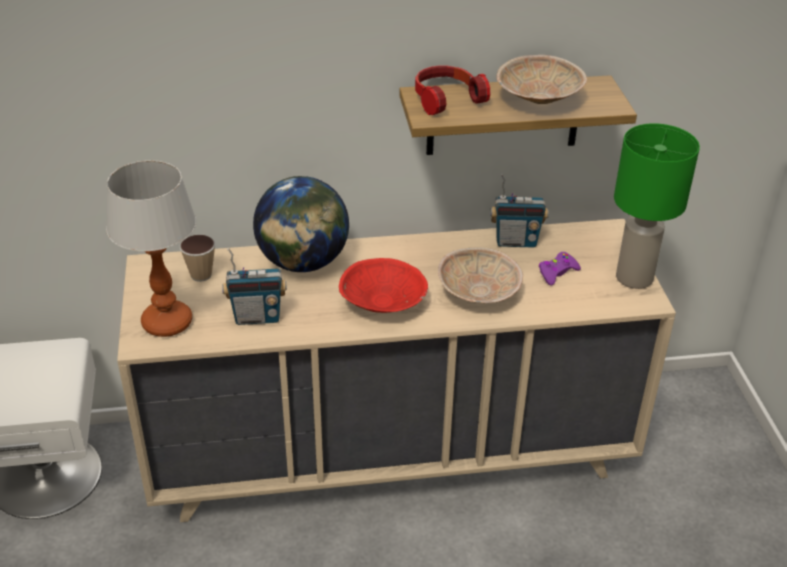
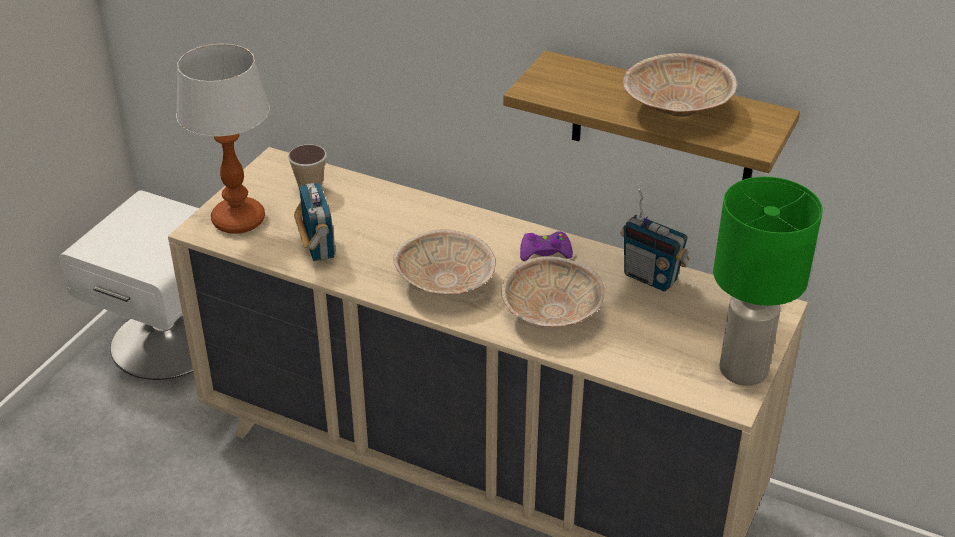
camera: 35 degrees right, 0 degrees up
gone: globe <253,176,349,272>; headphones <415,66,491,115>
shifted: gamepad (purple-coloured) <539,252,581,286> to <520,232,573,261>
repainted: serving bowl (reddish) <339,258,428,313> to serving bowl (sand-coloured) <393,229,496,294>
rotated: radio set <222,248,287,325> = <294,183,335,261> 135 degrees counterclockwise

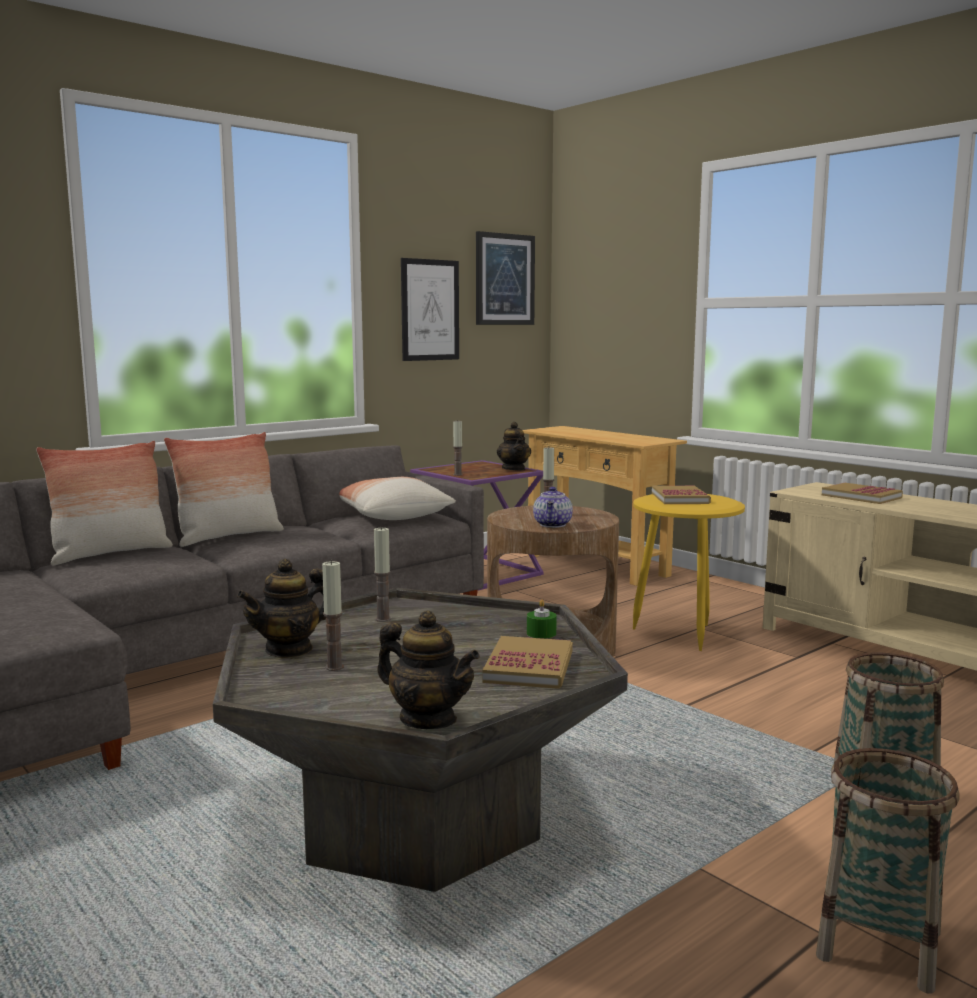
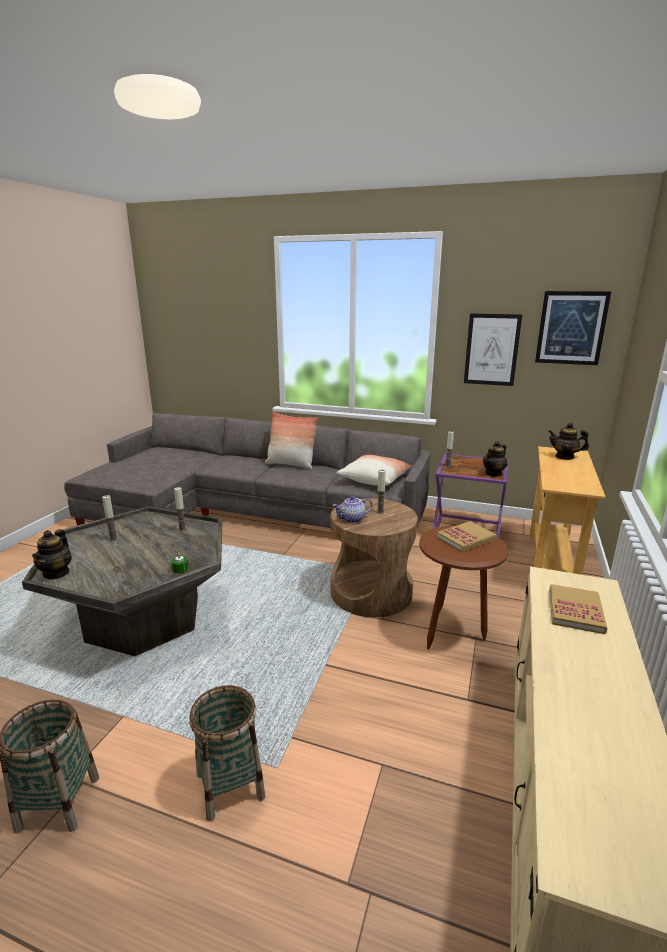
camera: 60 degrees right, 10 degrees up
gone: cushion <36,441,173,565>; bound book <482,636,573,689>
shifted: teapot <237,559,326,658> to <548,423,589,460>
repainted: end table (yellowish) <633,494,745,651> to end table (brown-coloured) <419,526,508,650>

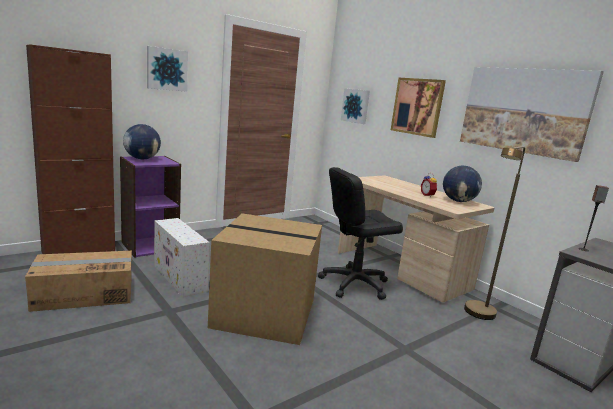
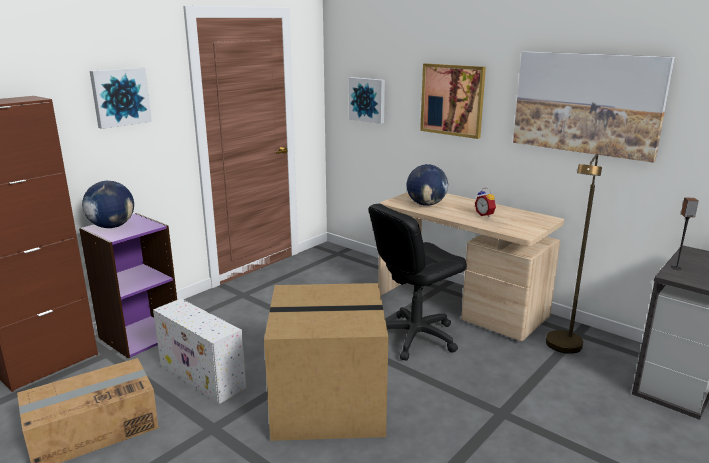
camera: 10 degrees left, 5 degrees up
shifted: globe <443,166,482,202> to <407,164,448,206>

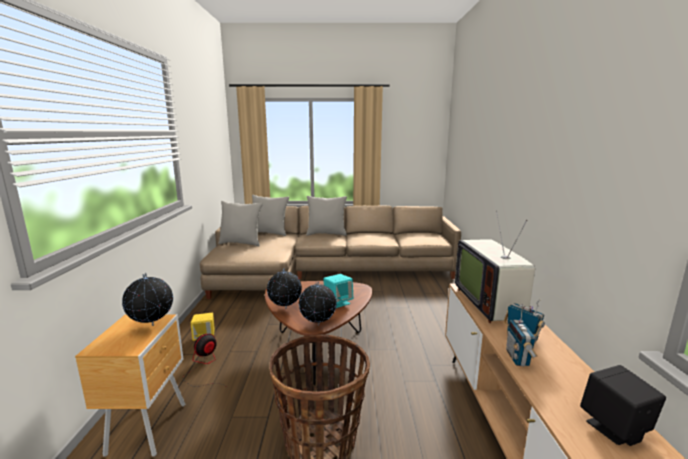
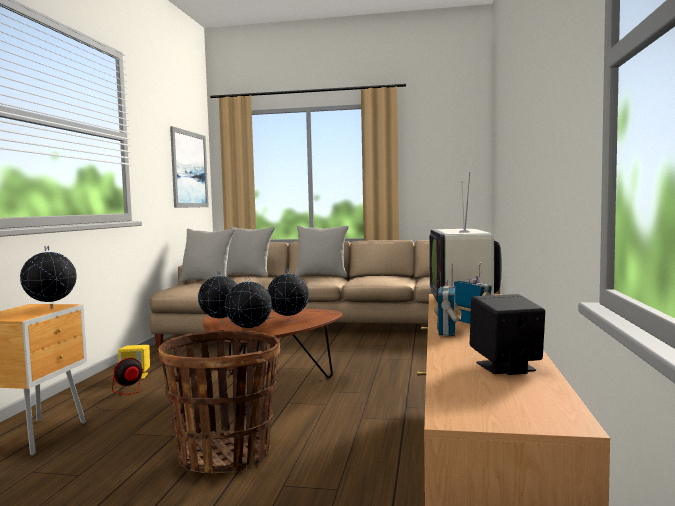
camera: 10 degrees right, 10 degrees down
new: picture <170,126,209,208>
swapped: loudspeaker (turquoise) <323,274,353,308> to globe <267,269,309,322>

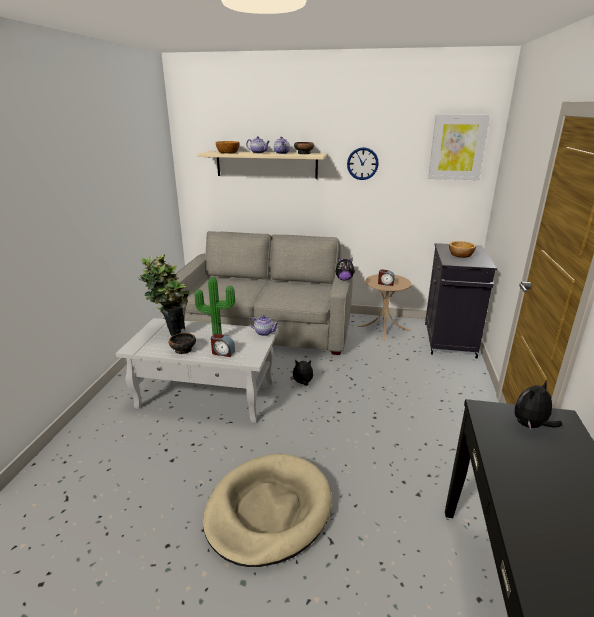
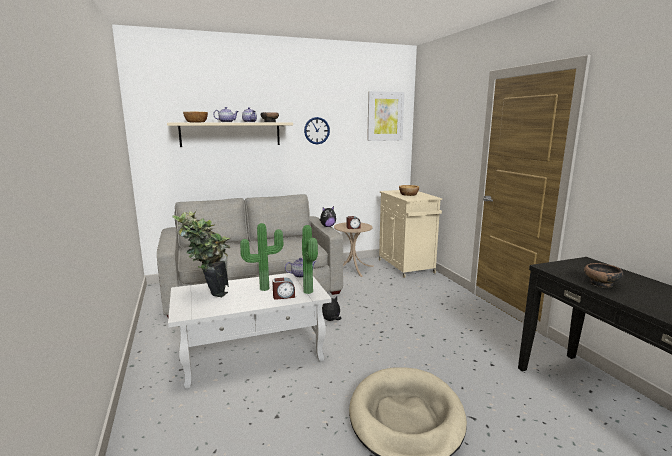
camera: 30 degrees left, 10 degrees down
gone: soft toy <515,381,562,429>
new: houseplant <302,225,318,294>
shifted: serving bowl <169,333,196,354> to <584,263,624,288>
repainted: cupboard (black) <425,243,497,359> to cupboard (sand-coloured) <379,190,442,278>

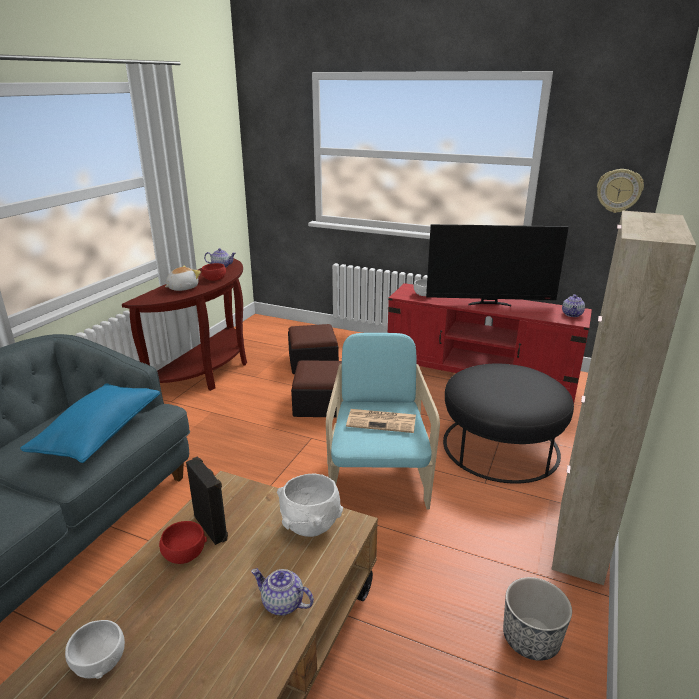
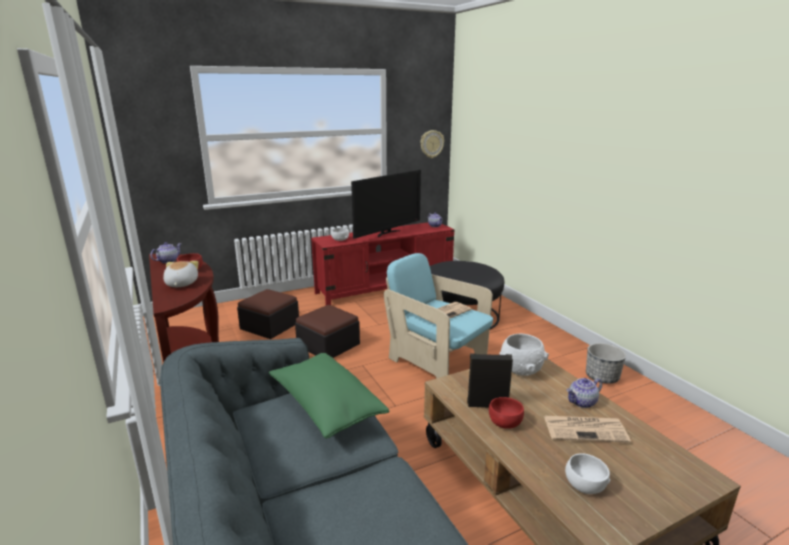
camera: 50 degrees left, 5 degrees down
gone: cupboard (sand-coloured) <552,210,696,585>
new: daily paper <544,416,631,443>
repainted: cushion (blue-coloured) <20,384,160,463> to cushion (greenish) <269,353,389,438>

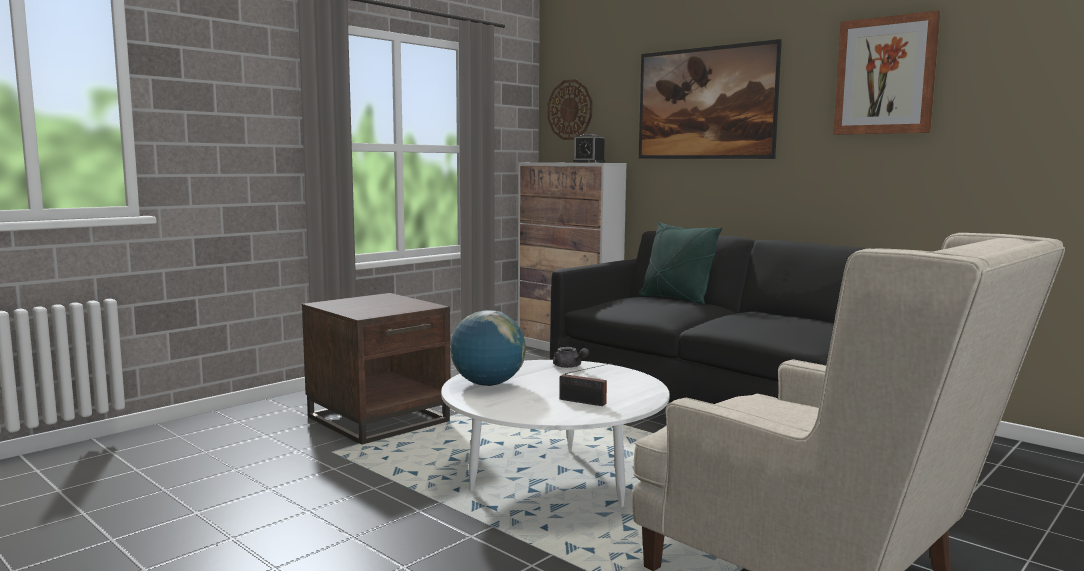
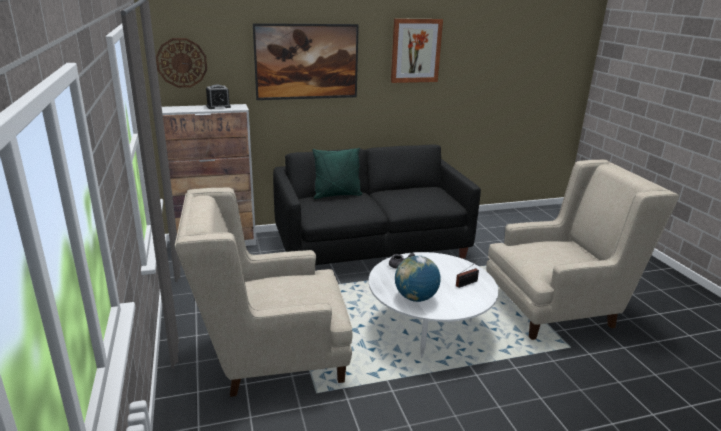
camera: 60 degrees left, 15 degrees up
swapped: end table (brown-coloured) <302,293,451,445> to easy chair (sand-coloured) <175,188,353,397>

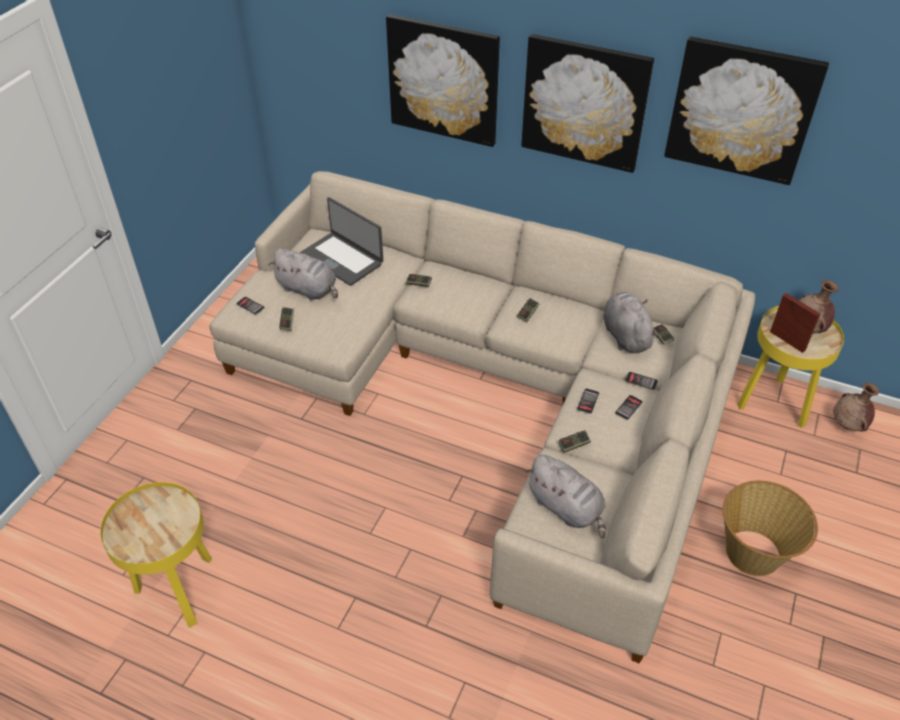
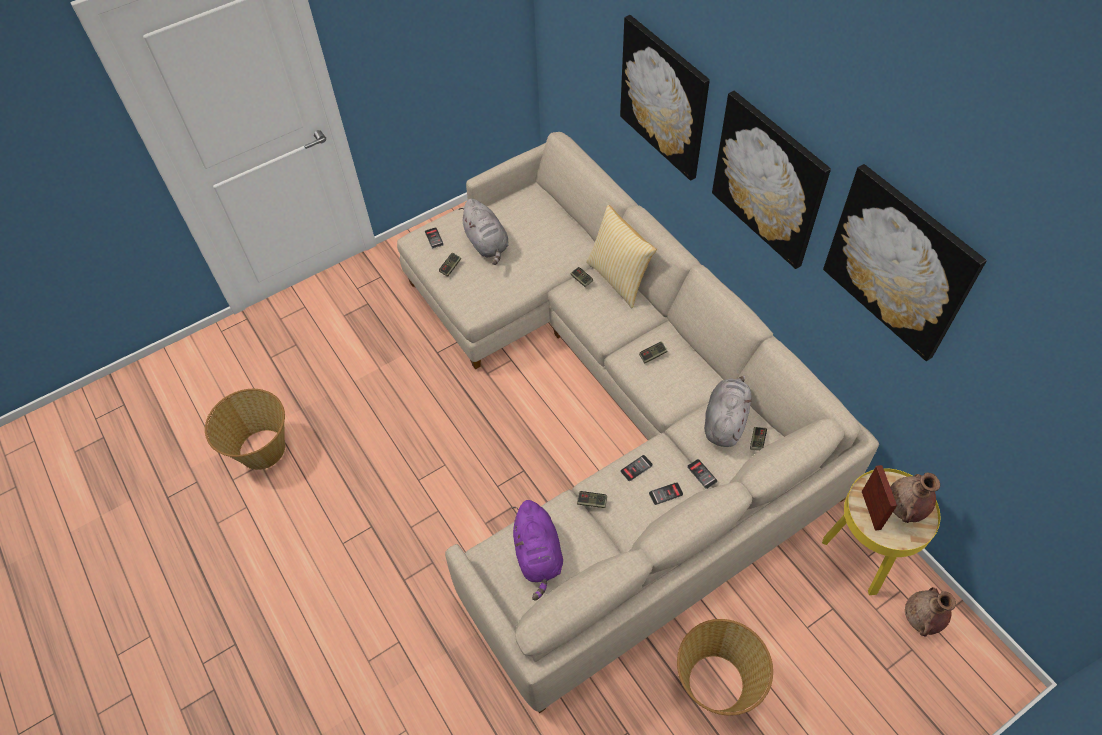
camera: 35 degrees right, 10 degrees up
gone: laptop <300,197,383,286>
new: cushion <586,205,657,308>
swapped: end table (yellowish) <100,482,212,628> to household basket <205,389,285,470>
repainted: soft toy (gray) <525,455,606,538> to soft toy (purple-coloured) <512,500,563,601>

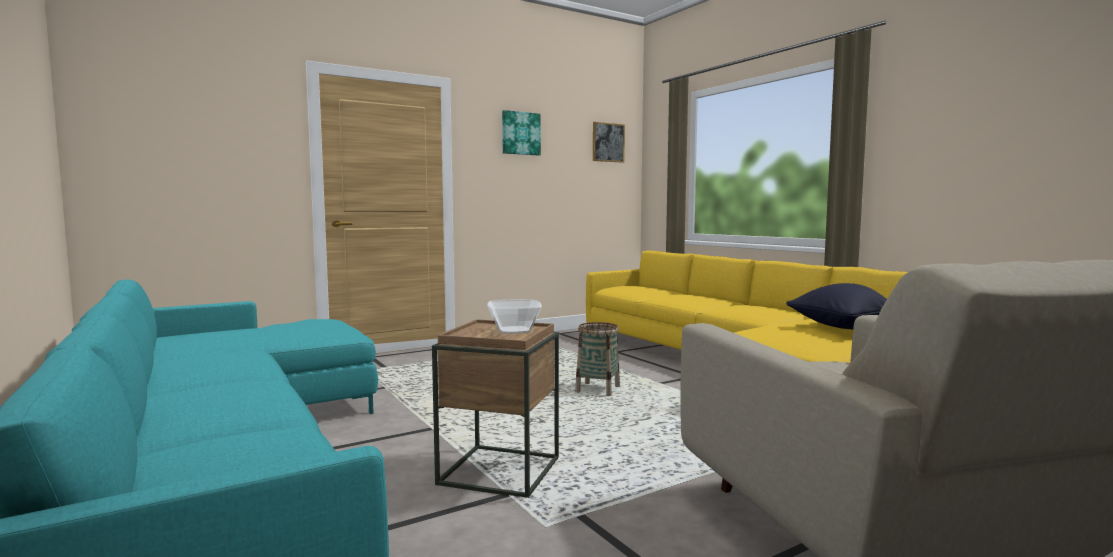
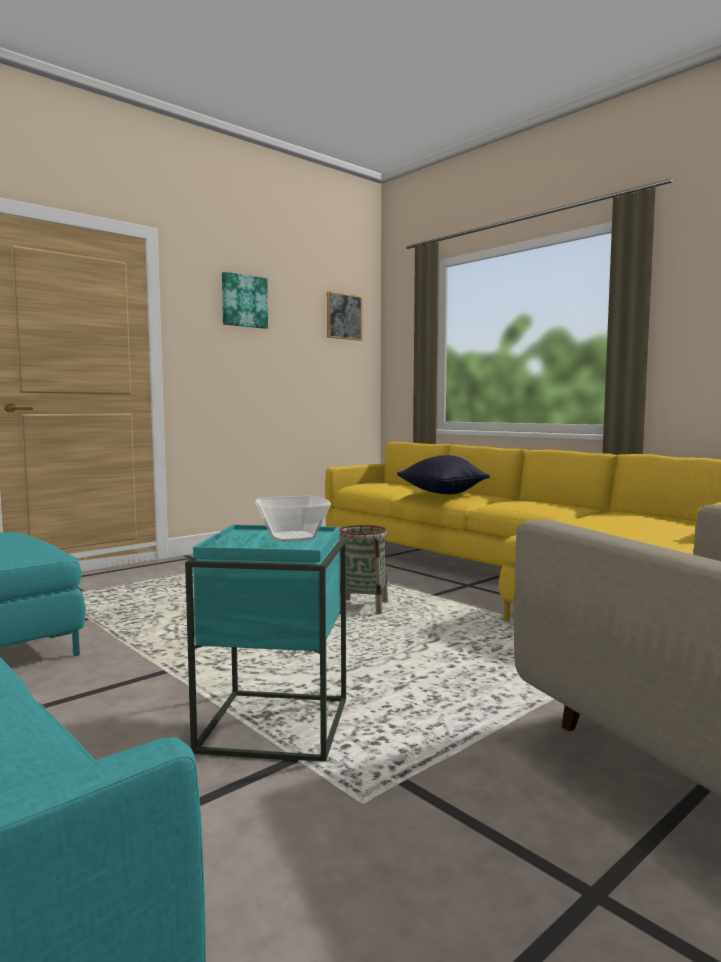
camera: 10 degrees left, 0 degrees up
shifted: cushion (black) <786,283,887,329> to <397,455,490,494>
repainted: end table (brown-coloured) <432,319,559,498> to end table (turquoise) <185,524,346,762>

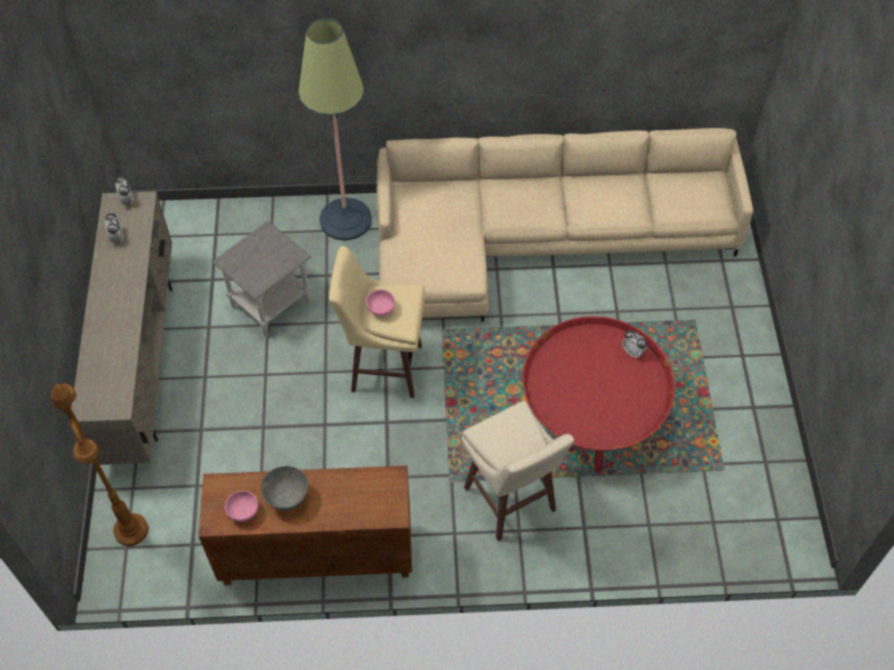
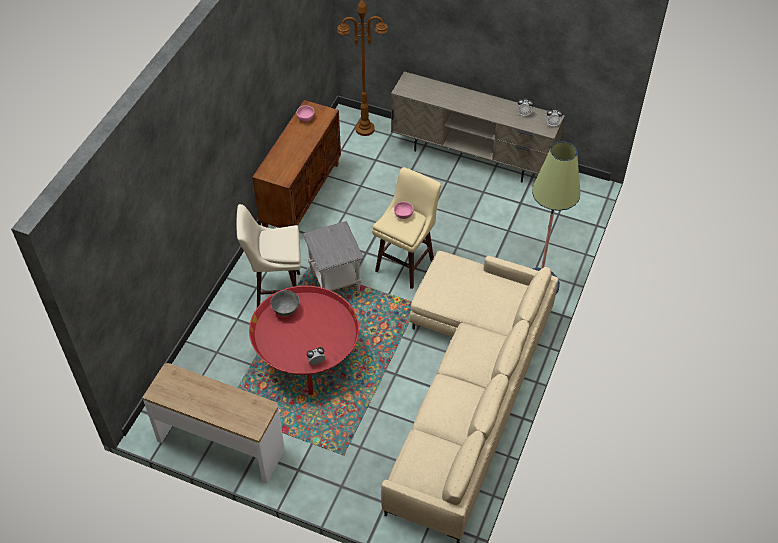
camera: 115 degrees right, 5 degrees down
new: hall table <142,363,285,483>
shifted: end table (gray) <212,221,311,337> to <302,221,364,291>; serving bowl (gray) <261,466,308,511> to <271,290,299,317>

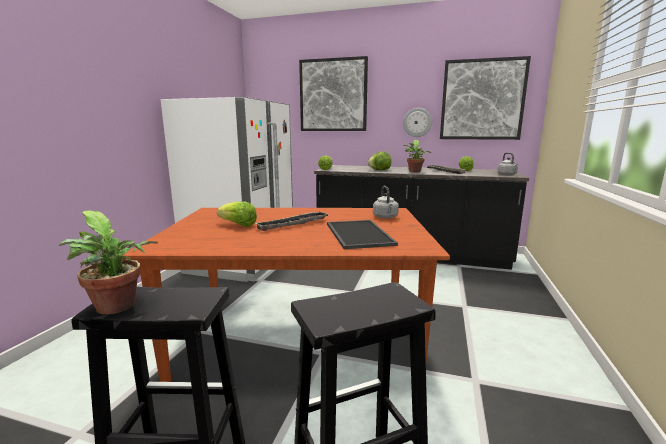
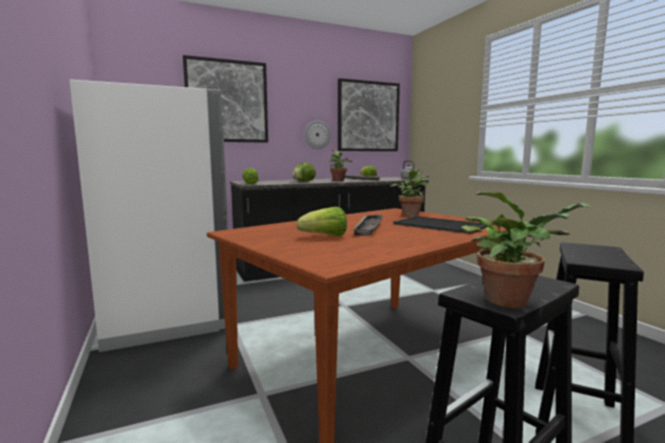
camera: 40 degrees left, 5 degrees down
swapped: tea kettle (gray) <373,186,399,219> to houseplant <390,170,429,216>

